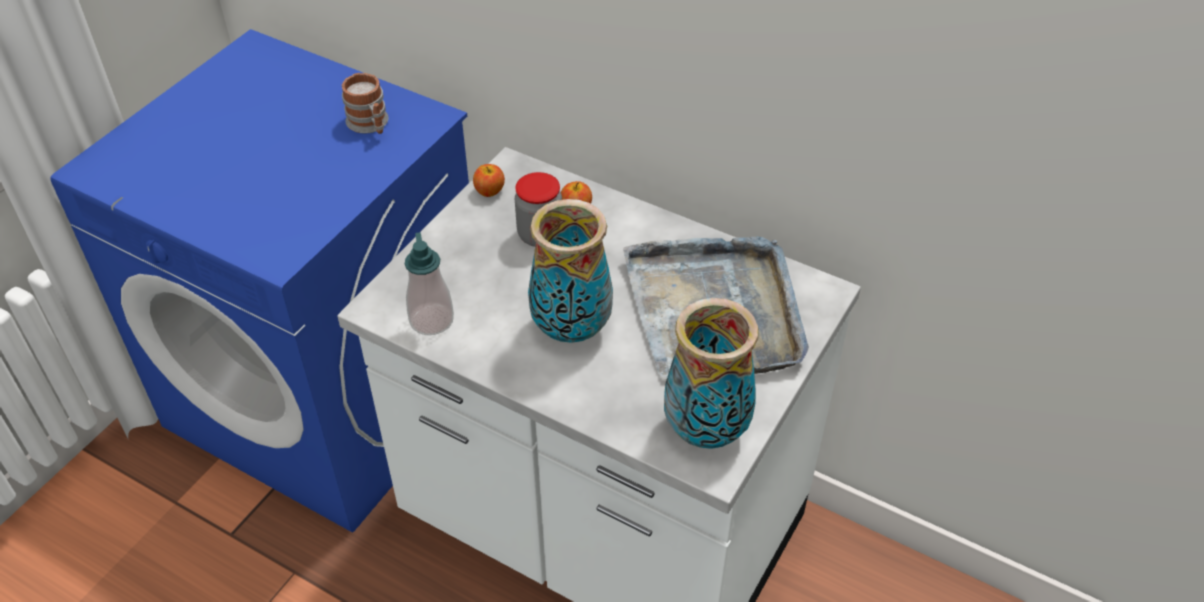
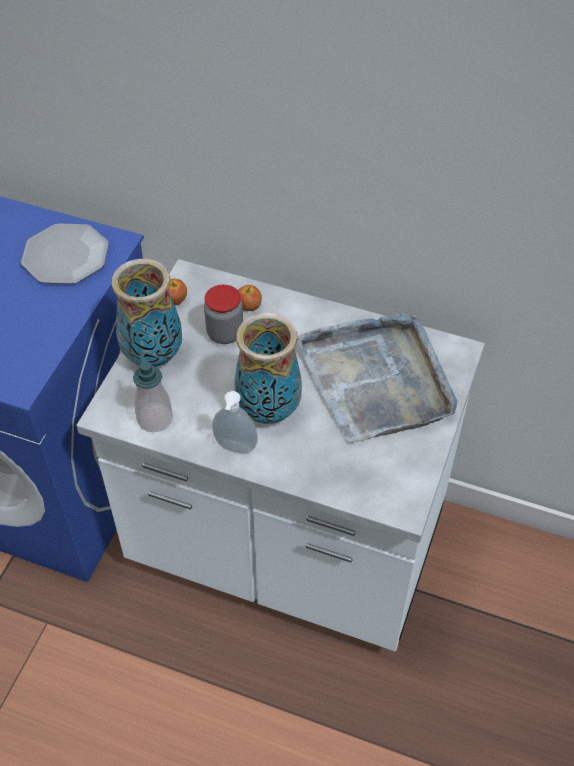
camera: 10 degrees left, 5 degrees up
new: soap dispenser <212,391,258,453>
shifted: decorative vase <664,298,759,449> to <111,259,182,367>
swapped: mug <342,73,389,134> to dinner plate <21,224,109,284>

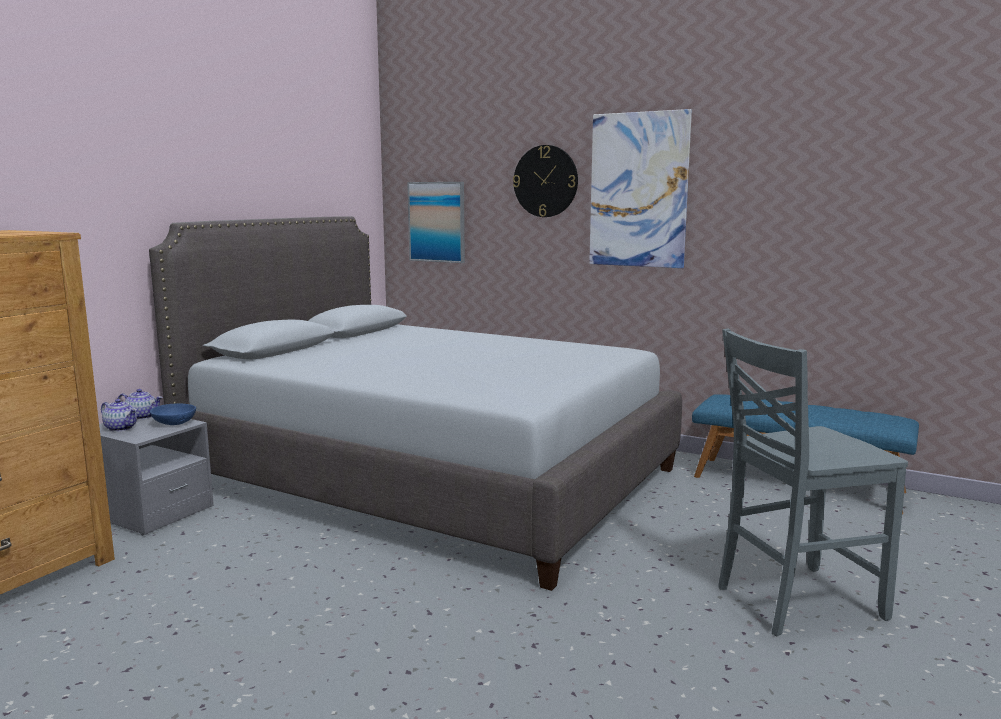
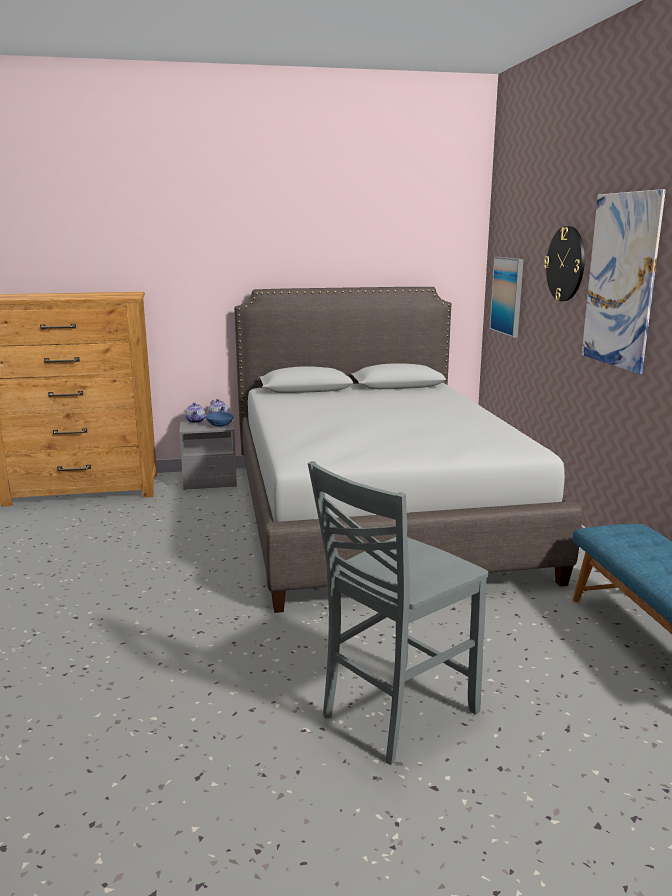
camera: 50 degrees right, 5 degrees up
rotated: plain chair (gray) <718,328,908,636> = <308,461,488,765> 75 degrees counterclockwise

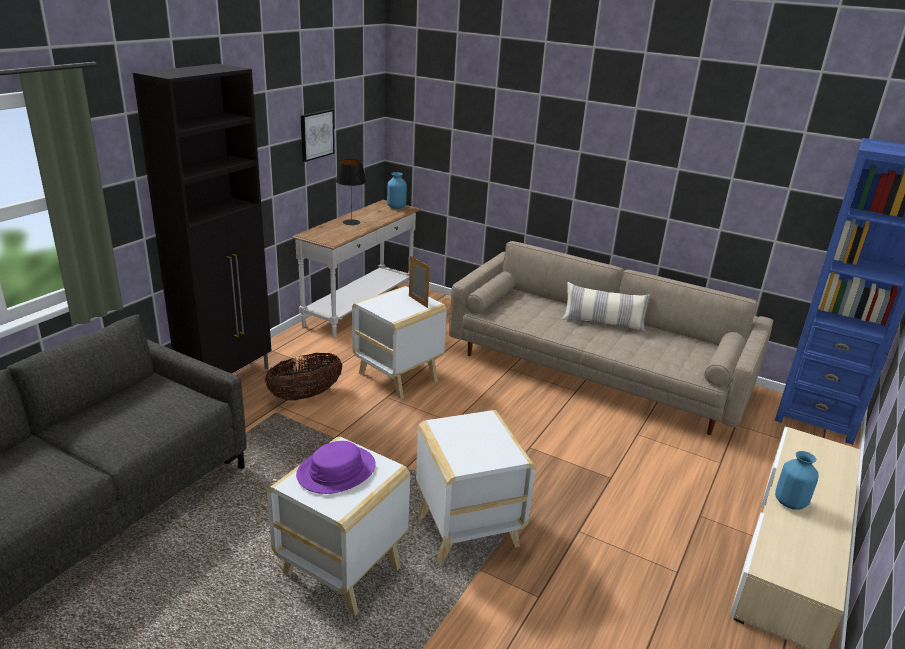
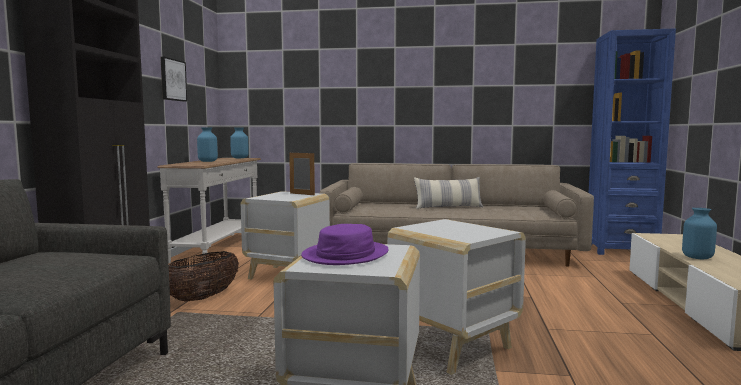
camera: 20 degrees left, 20 degrees down
swapped: lamp for a table (black) <336,159,366,225> to decorative vase (blue-coloured) <197,127,218,162>

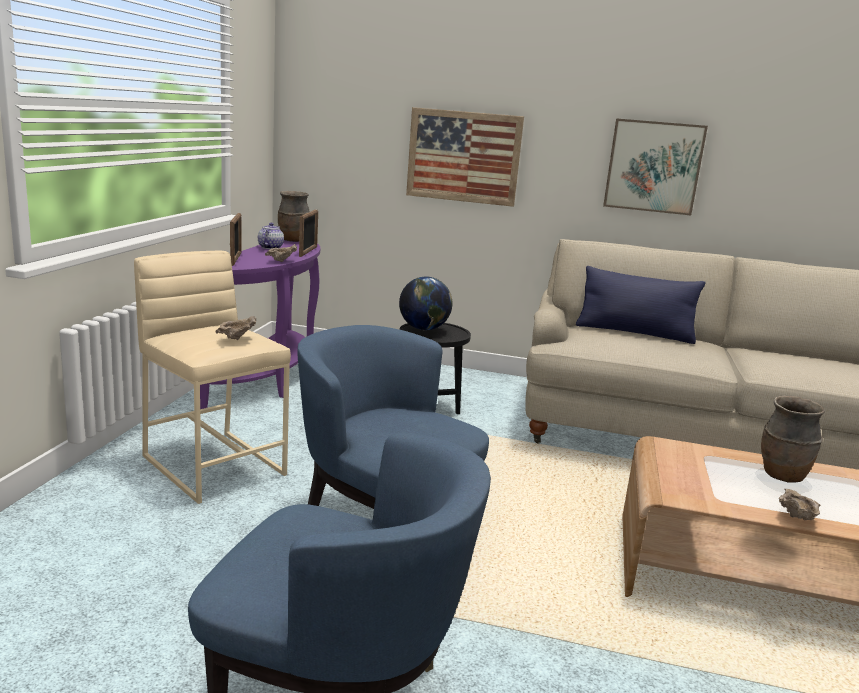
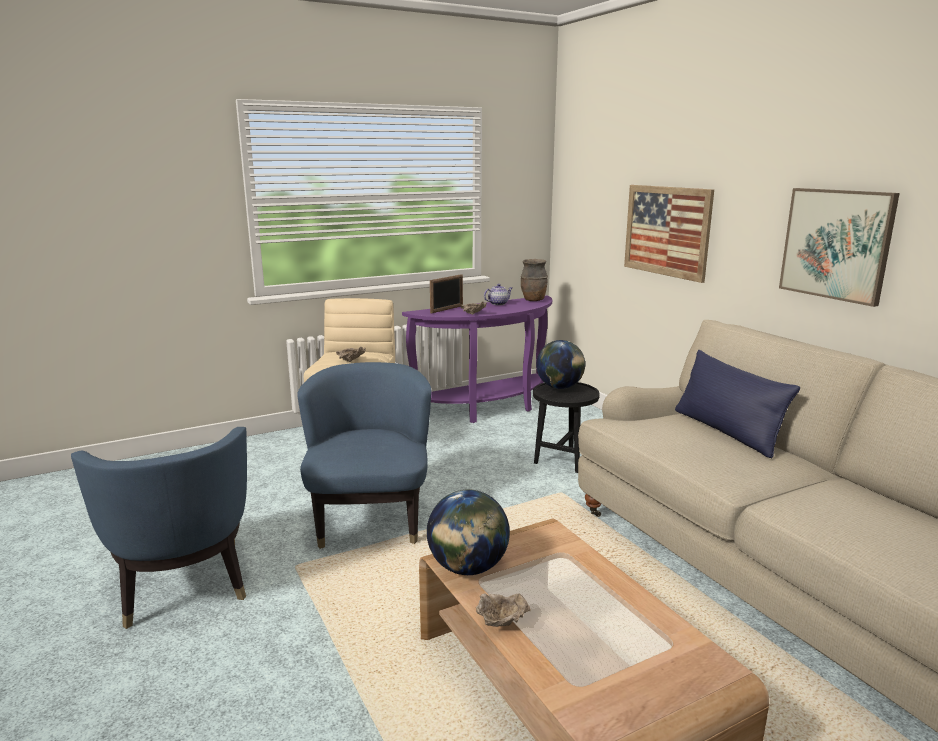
camera: 50 degrees right, 0 degrees up
gone: standing frame <299,209,318,257>; decorative vase (brown-coloured) <761,396,825,483>
new: globe <427,489,510,575>

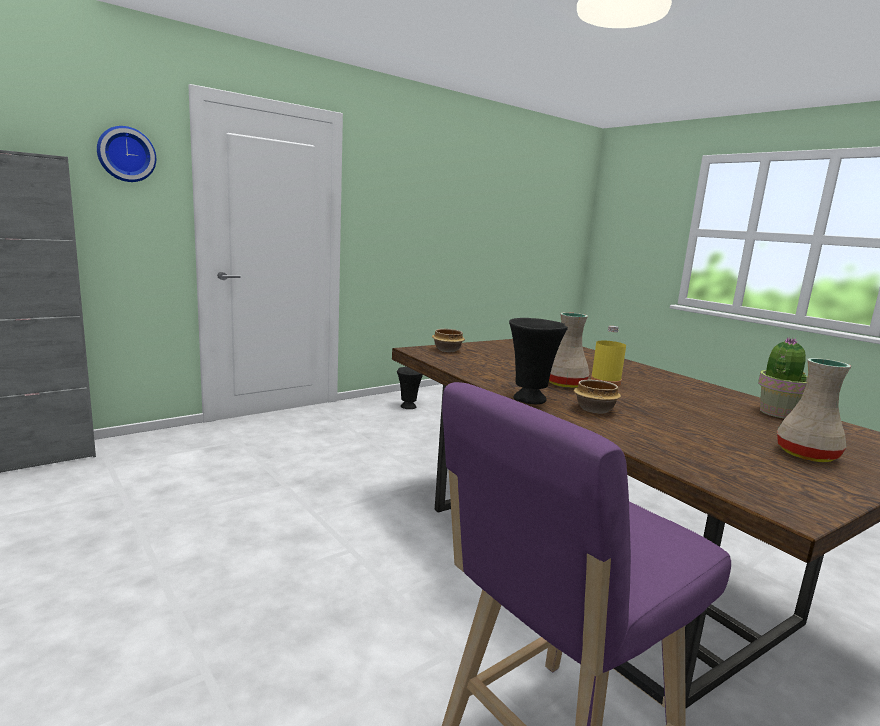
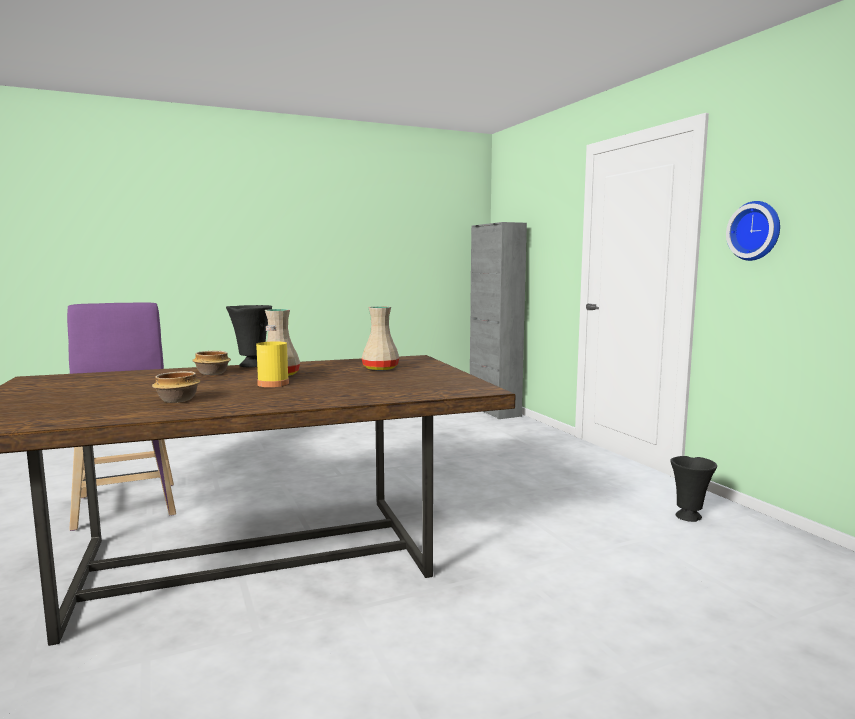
camera: 105 degrees right, 5 degrees down
gone: houseplant <758,337,808,419>
shifted: hanging clock <97,126,156,182> to <726,201,780,261>; serving bowl <432,329,465,352> to <152,371,201,403>; decorative vase (sand-coloured) <777,358,851,462> to <361,306,399,370>

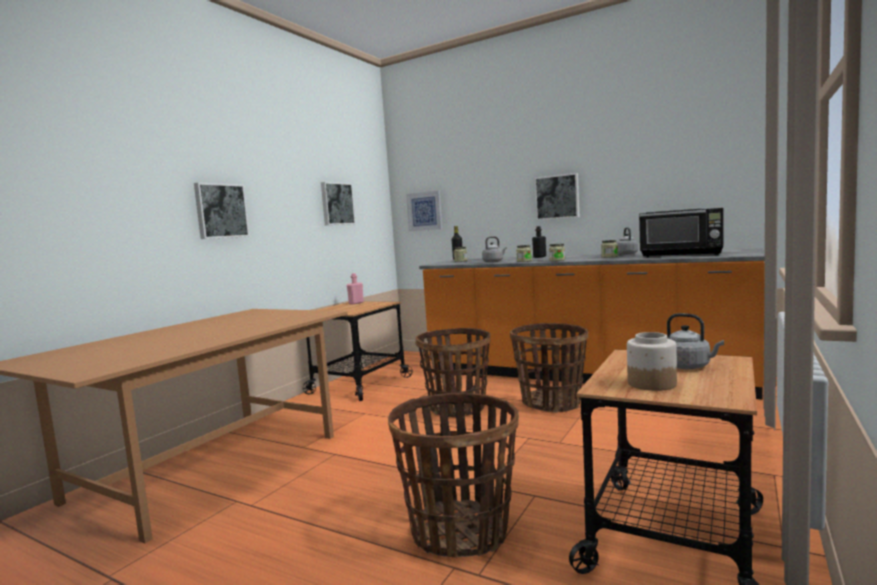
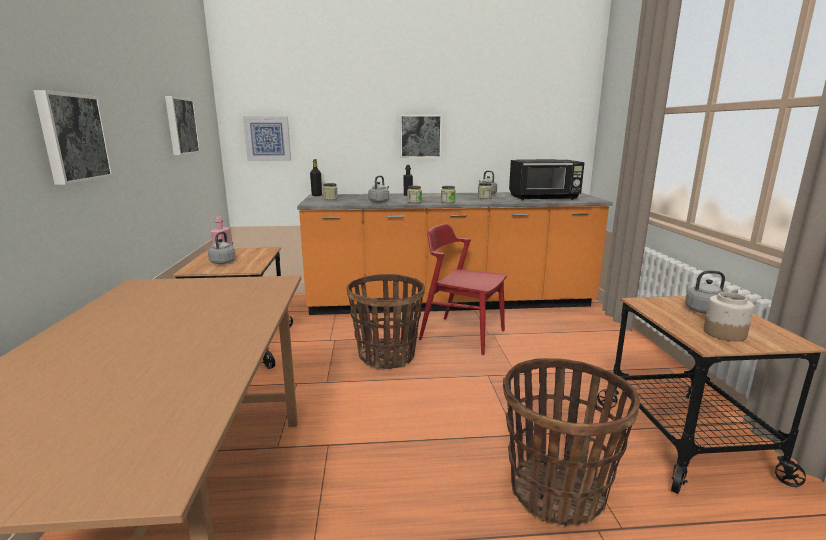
camera: 35 degrees left, 10 degrees up
new: tea kettle (gray) <208,231,236,264>
swapped: household basket <510,323,588,413> to plain chair (reddish) <419,224,506,355>

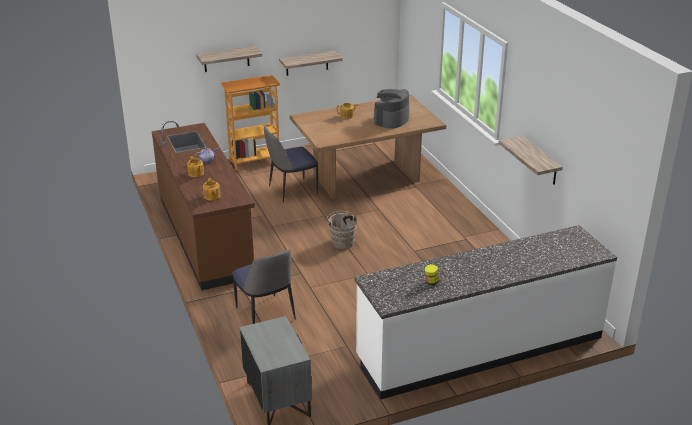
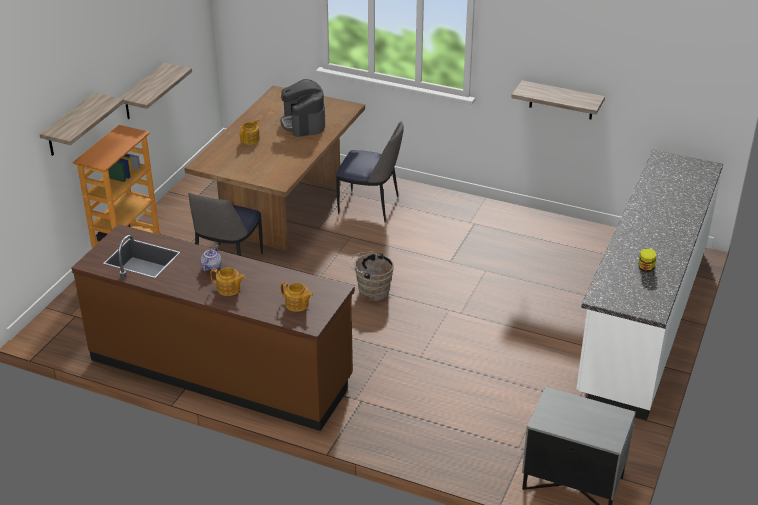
camera: 45 degrees left, 5 degrees up
shifted: plain chair <232,249,296,324> to <336,121,404,223>

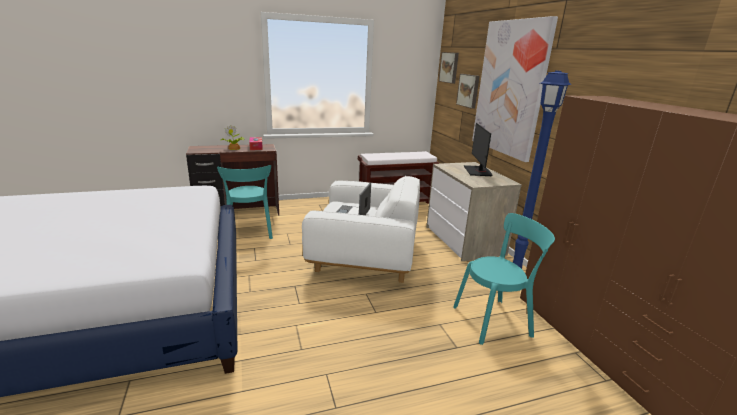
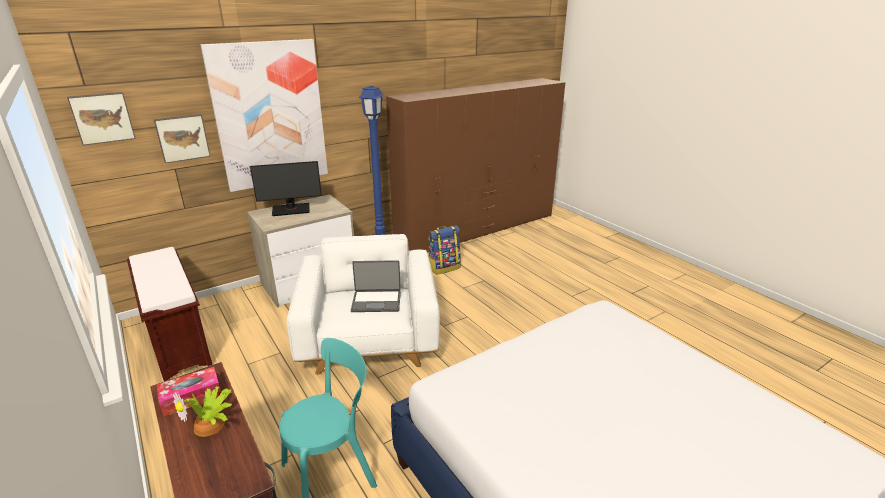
camera: 105 degrees left, 5 degrees up
swapped: plain chair (turquoise) <453,213,555,345> to rucksack <428,226,461,275>

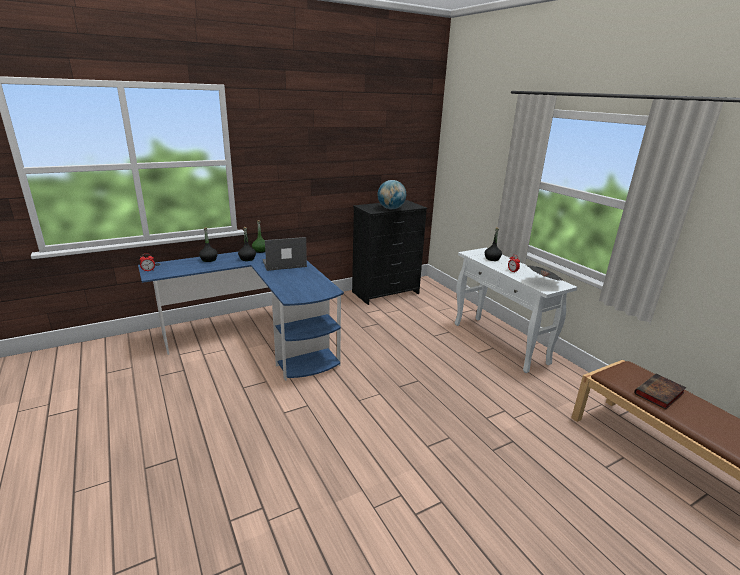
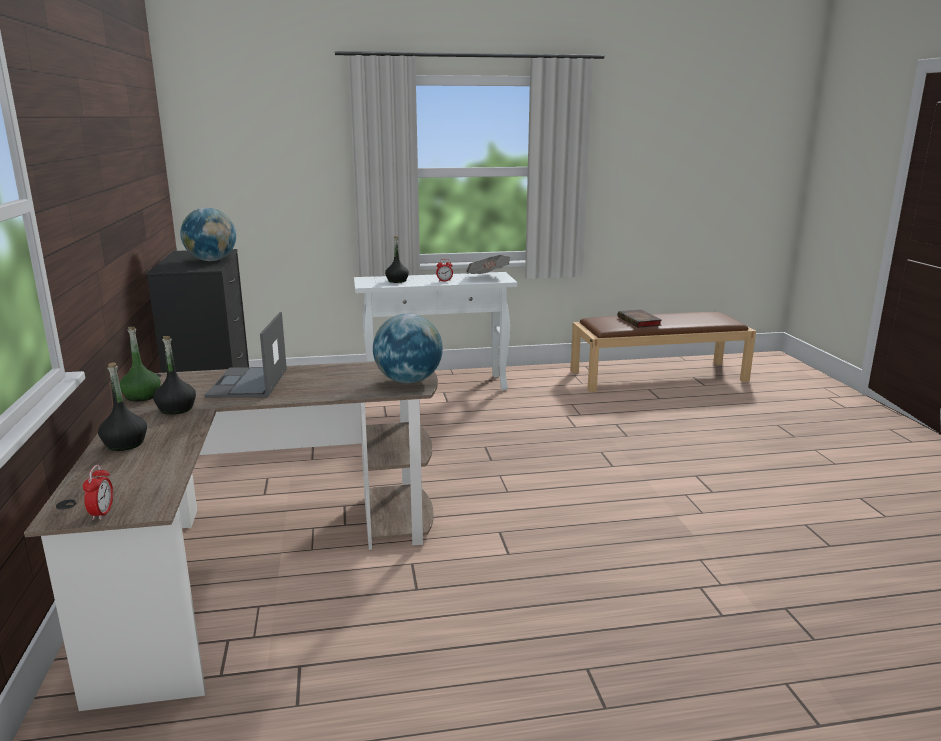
camera: 70 degrees left, 5 degrees down
new: globe <373,314,443,383>
repainted: desk table (blue-coloured) <138,252,344,381> to desk table (brown-coloured) <24,361,438,711>

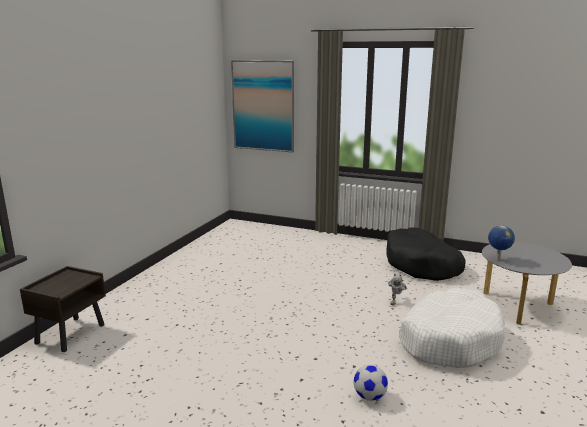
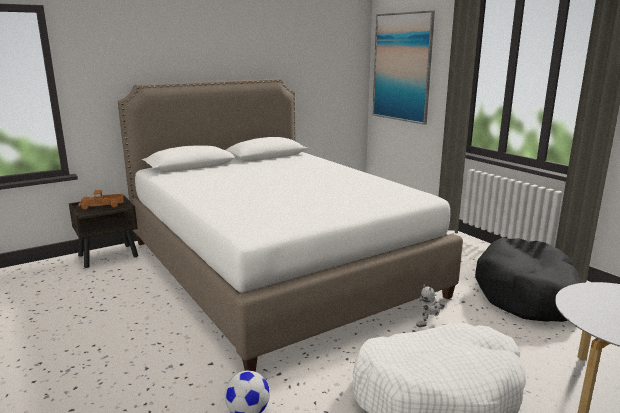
camera: 35 degrees right, 0 degrees up
gone: globe <488,225,515,261>
new: toy truck <79,190,124,210>; bedroom bed (white-coloured) <118,79,463,372>

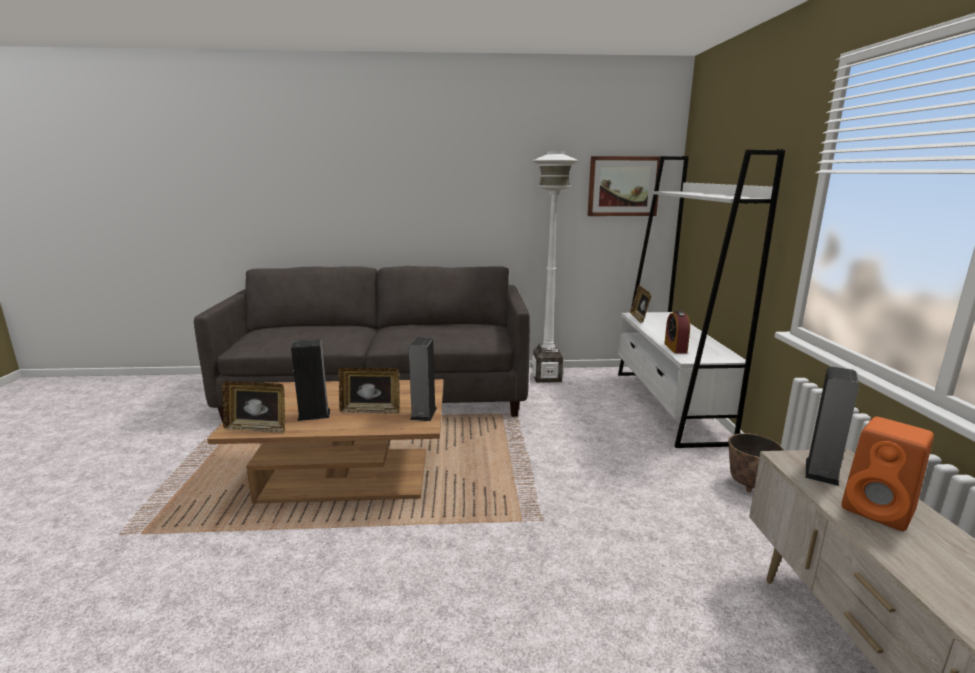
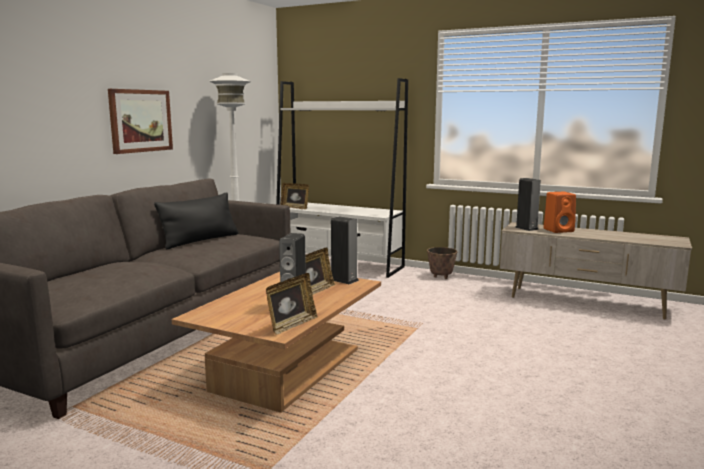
camera: 60 degrees left, 5 degrees down
gone: alarm clock <664,311,690,353>
new: cushion (black) <154,192,239,249>
shifted: picture <588,156,661,216> to <108,89,173,154>

